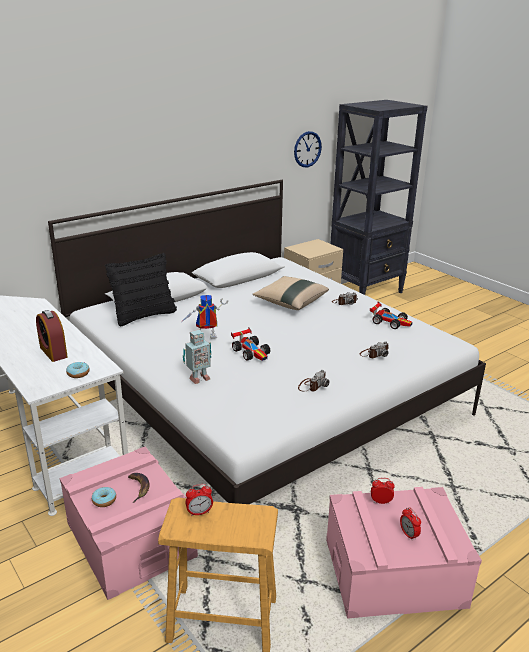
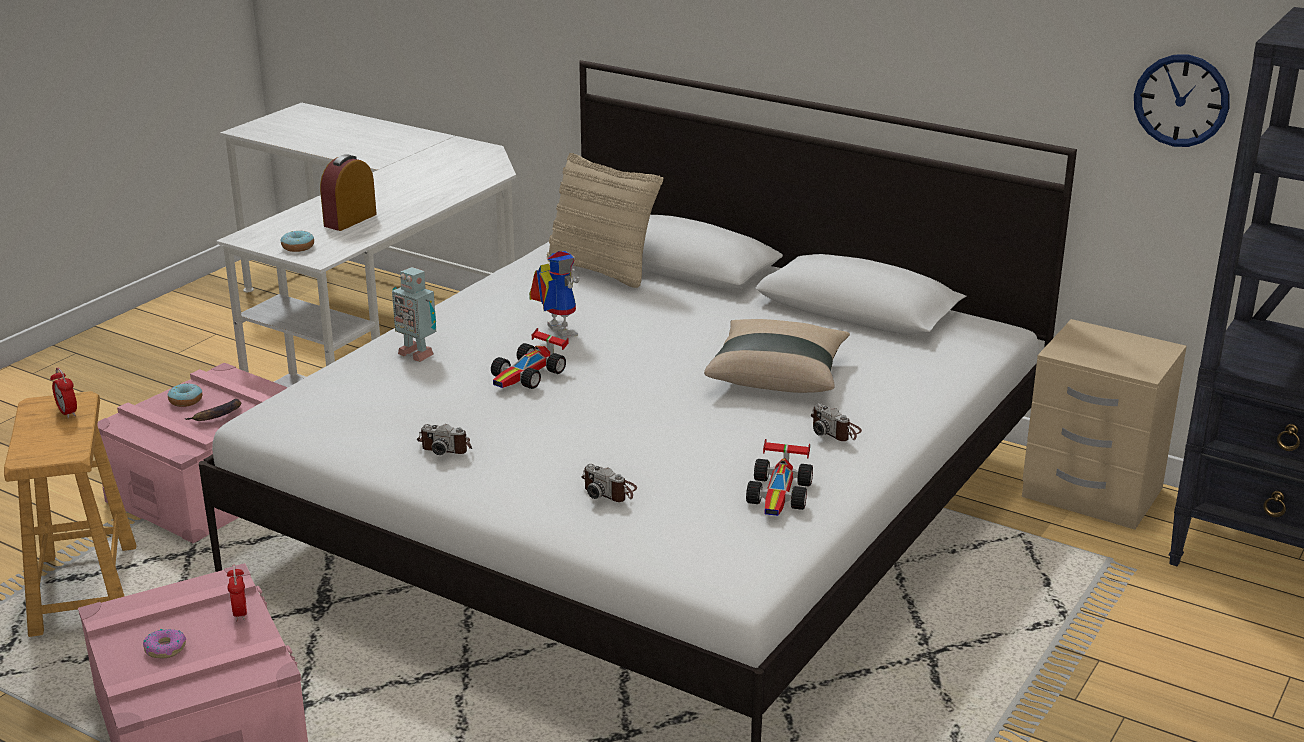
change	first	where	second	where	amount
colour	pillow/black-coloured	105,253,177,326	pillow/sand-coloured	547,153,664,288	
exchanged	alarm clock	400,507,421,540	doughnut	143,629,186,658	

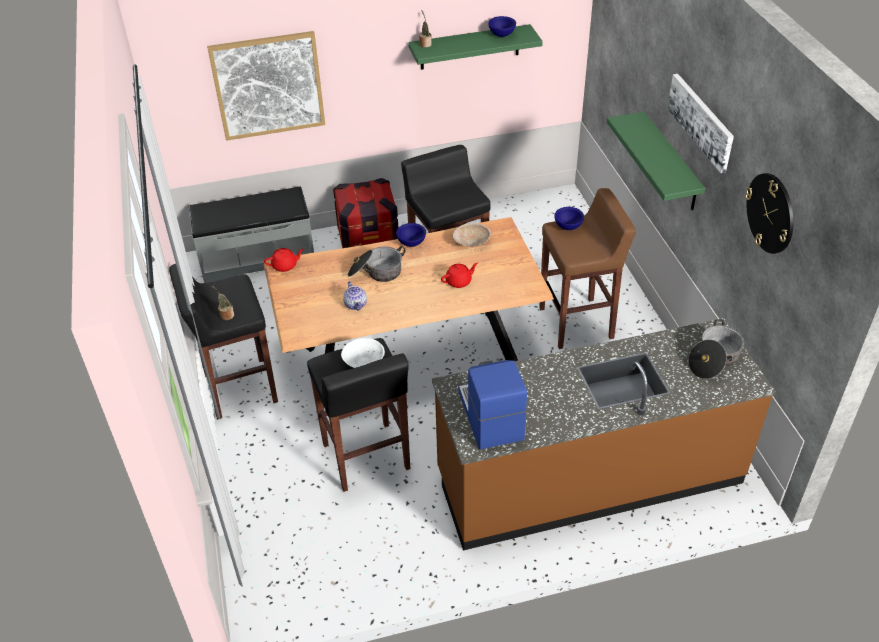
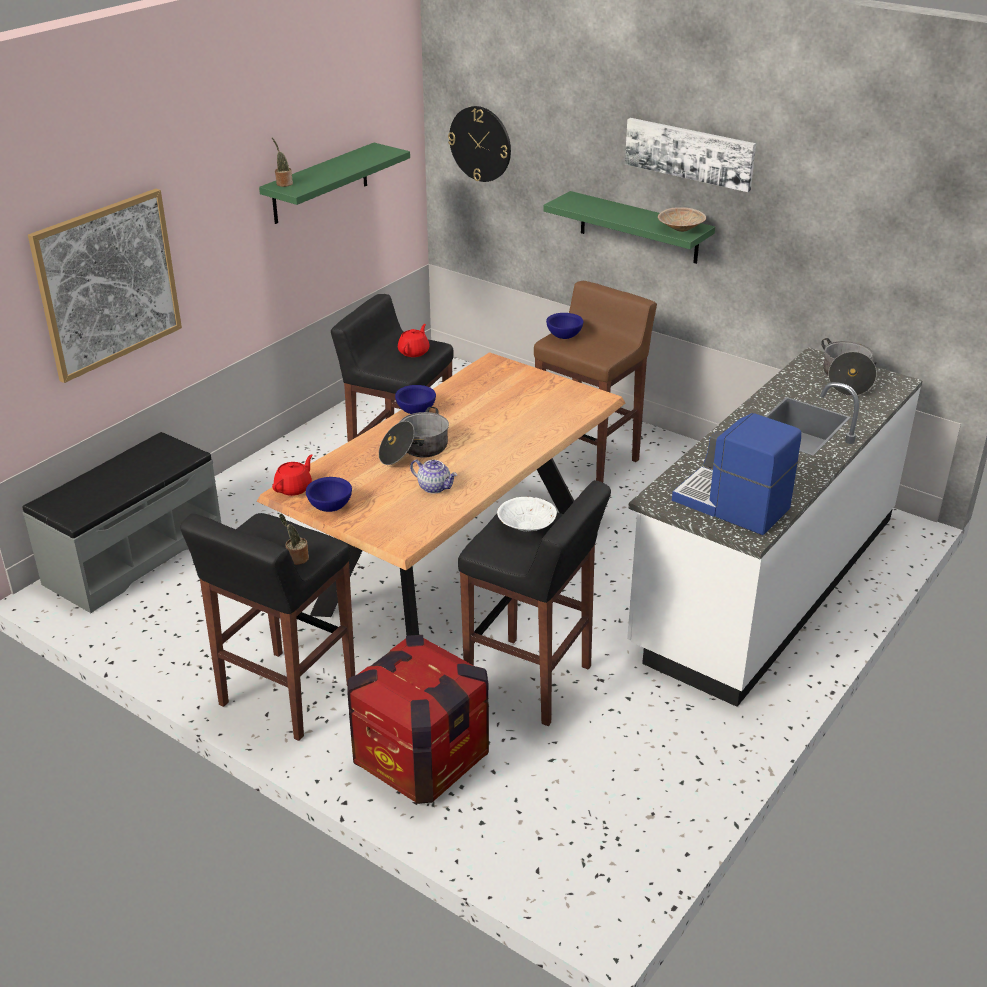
change	first	where	second	where	amount
relocated	crate	333,178,398,248		347,635,489,804	
colour	counter/brown-coloured	432,318,775,550	counter/white	627,347,923,707	
relocated	pot for tea/red	441,262,478,288		398,324,430,357	
relocated	deep dish/sand-coloured	453,223,491,247		658,207,706,232	
relocated	deep dish/bluish	488,16,516,37		306,477,352,512	
relocated	clock on the wall	745,173,794,254		448,106,511,182	

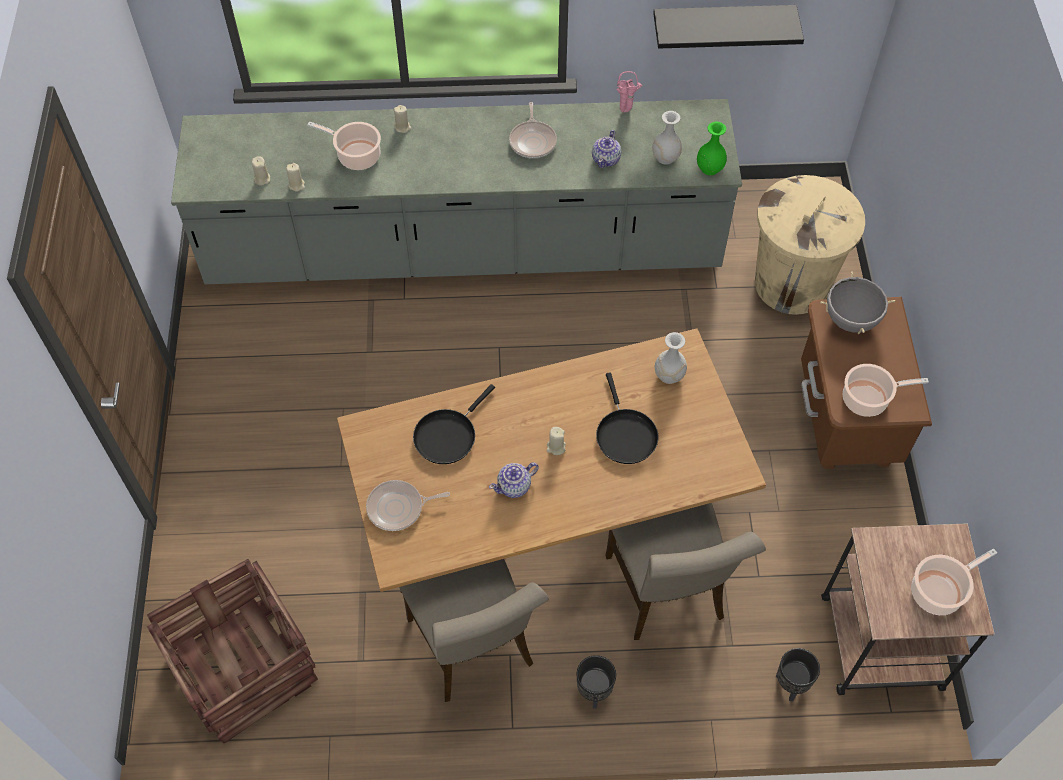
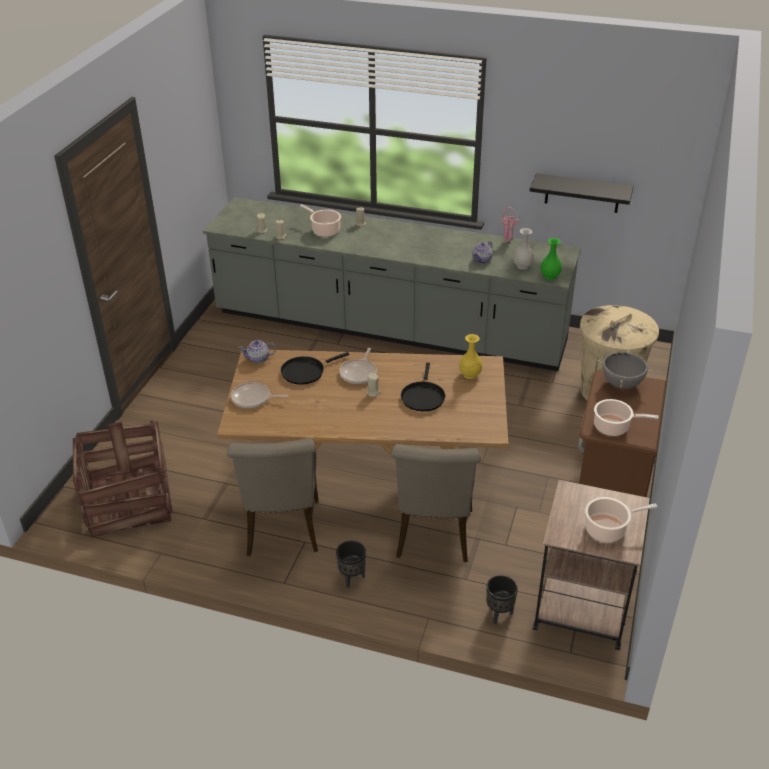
change	first	where	second	where	amount
relocated	pot for tea	489,462,539,498		238,340,276,363	
relocated	frying pan	509,102,557,158		339,348,377,384	
colour	decorative vase/white	654,332,687,384	decorative vase/yellow	459,334,482,379	

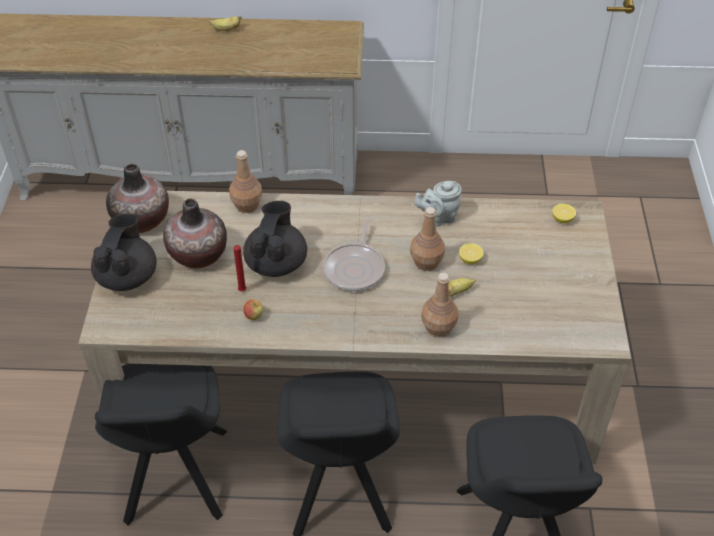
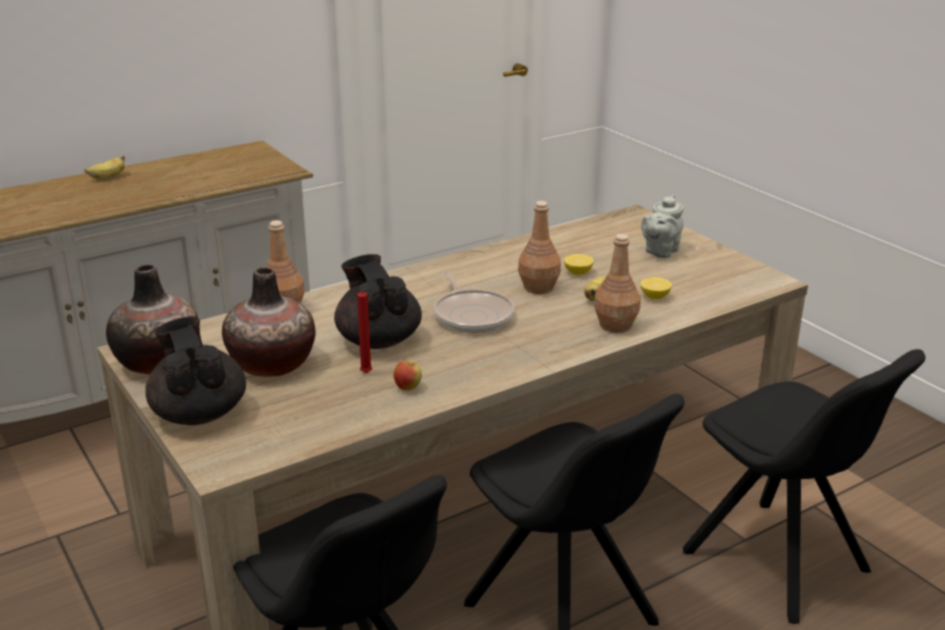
change	first	where	second	where	amount
relocated	pot for tea/greyish	414,181,462,227		641,195,684,258	
relocated	whole lemon	552,204,576,223		640,277,672,299	

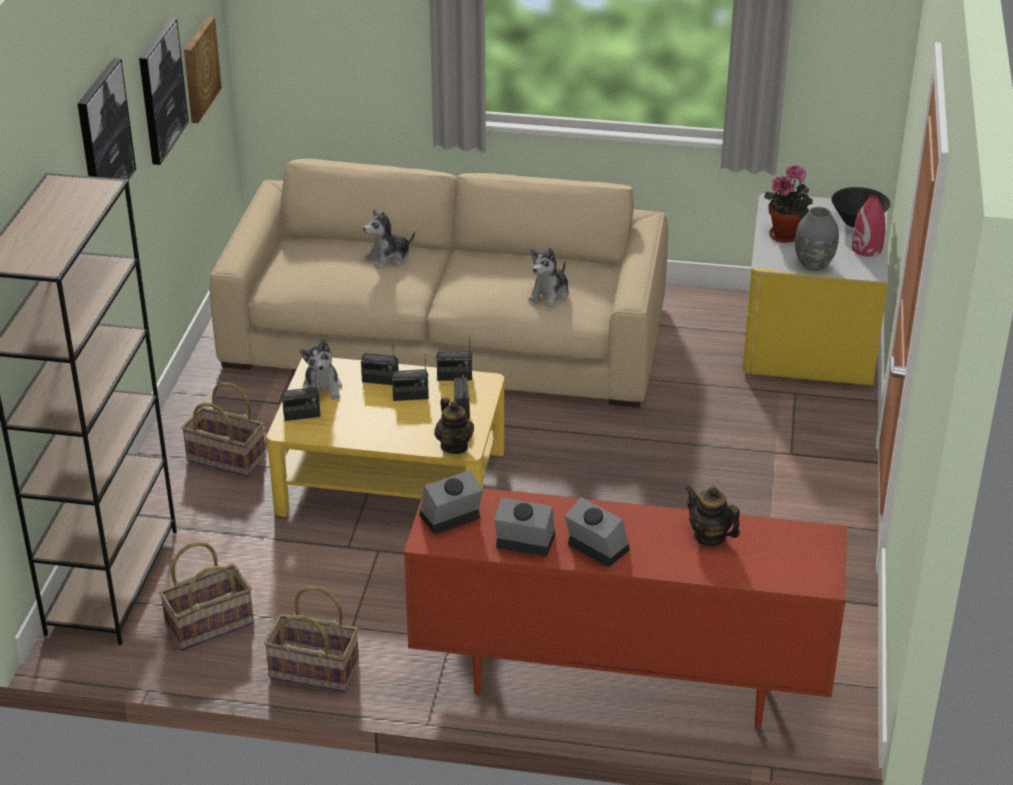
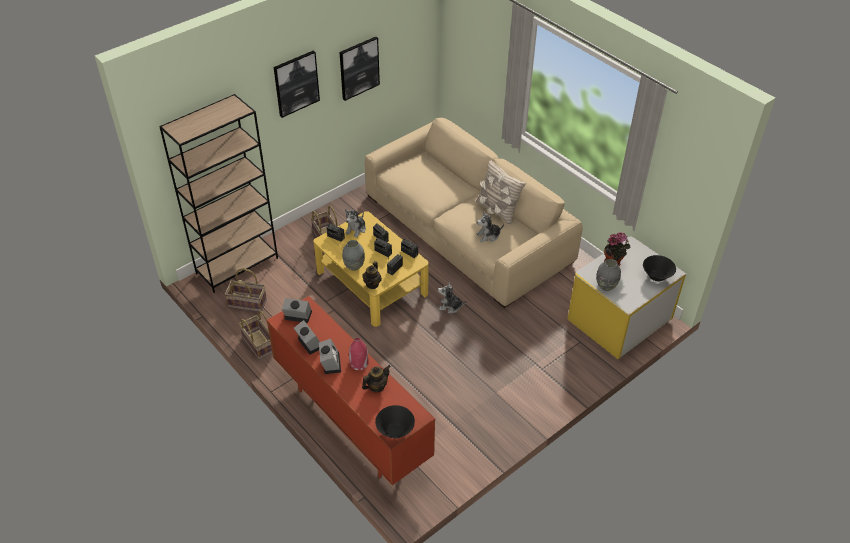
change	first	where	second	where	amount
missing	picture	184,16,222,123			
relocated	soft toy	363,209,415,269		438,281,467,313	
spun	pot for tea	685,486,740,547		362,365,391,392	60 degrees clockwise
relocated	decorative vase/red	852,195,885,257		349,338,369,370	
appeared			decorative vase/greyish	342,240,365,271	
appeared			deep dish/black-coloured	375,405,415,438	
appeared			pillow/sand-coloured	476,160,526,225	

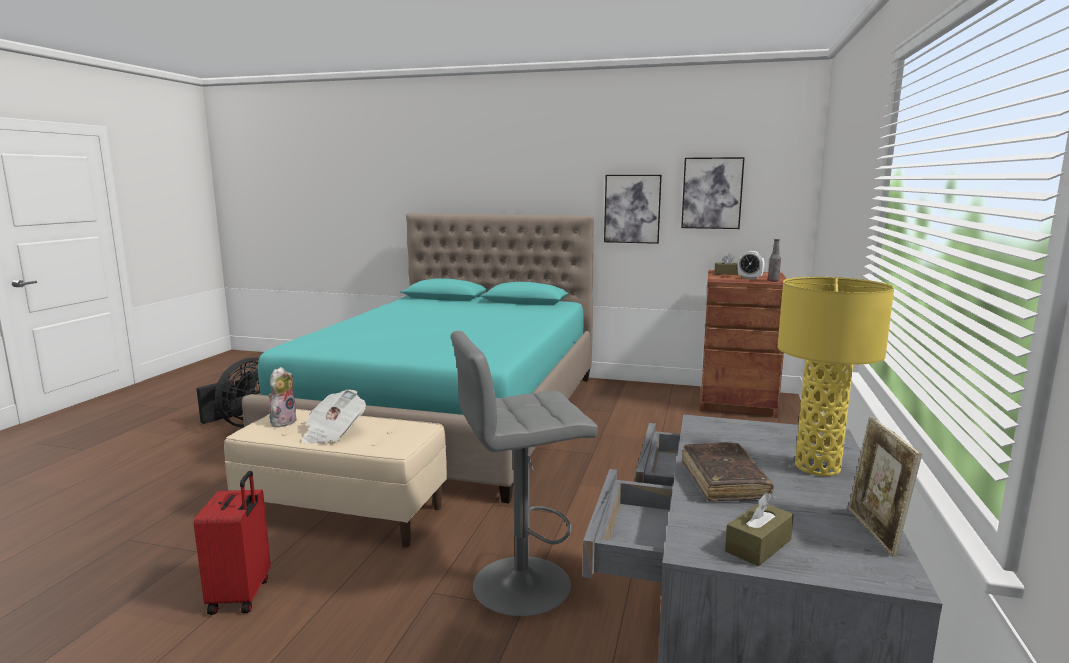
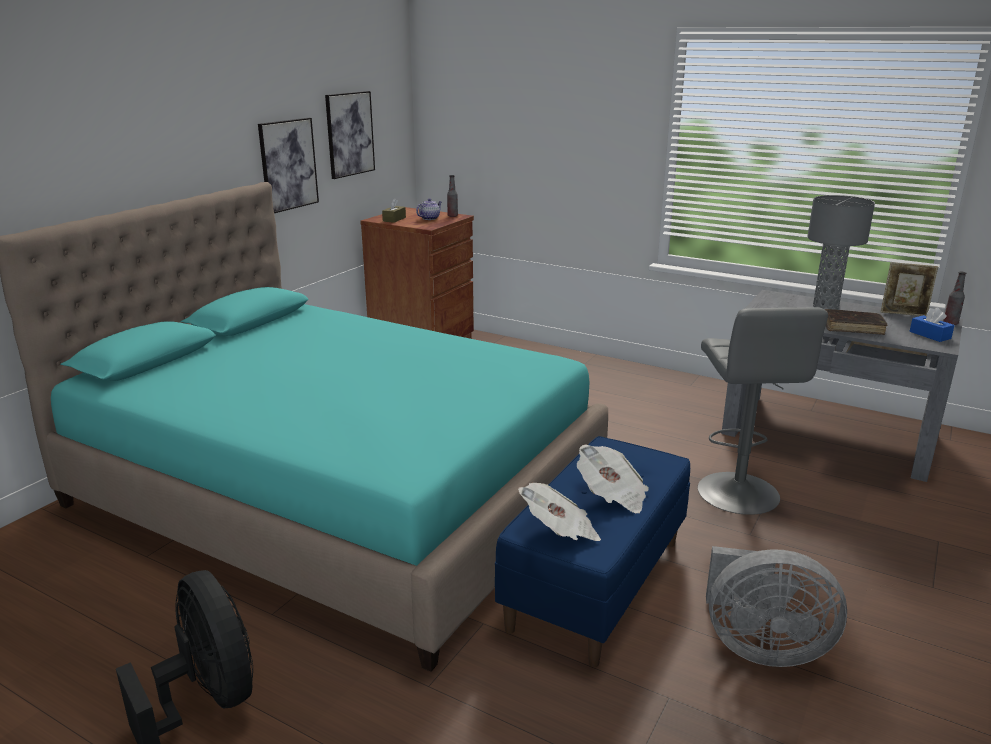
change	first	where	second	where	amount
exchanged	travel case/red	194,471,271,615	electric fan/greyish	706,546,847,667	
colour	long seat/sand-coloured	224,409,447,547	long seat/bluish	495,436,690,667	
exchanged	soft toy	268,367,297,427	printed paper	518,483,601,541	
colour	tissue holder/brown-coloured	725,493,794,566	tissue holder/bluish	910,307,955,342	
exchanged	alarm clock	738,251,765,279	pot for tea	416,198,442,220	
colour	lamp for a table/yellow	778,277,894,476	lamp for a table/greyish	808,195,875,310	
appeared			bottle	943,272,966,325	

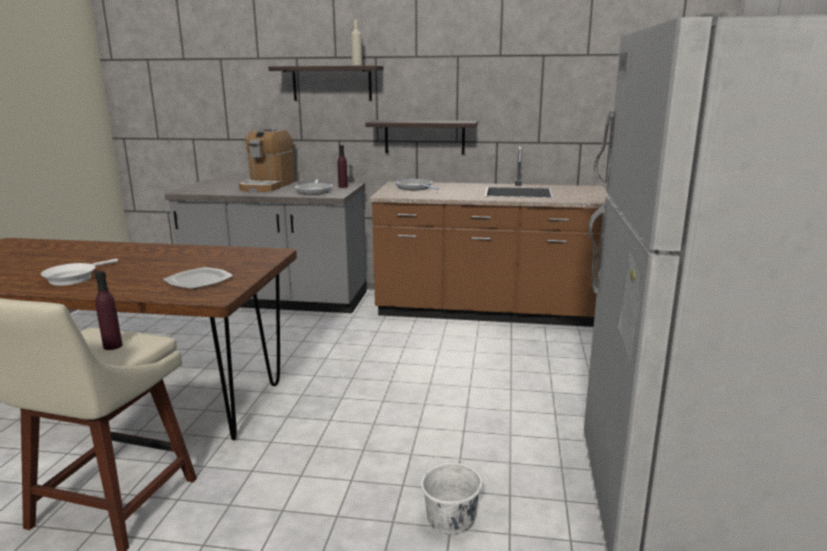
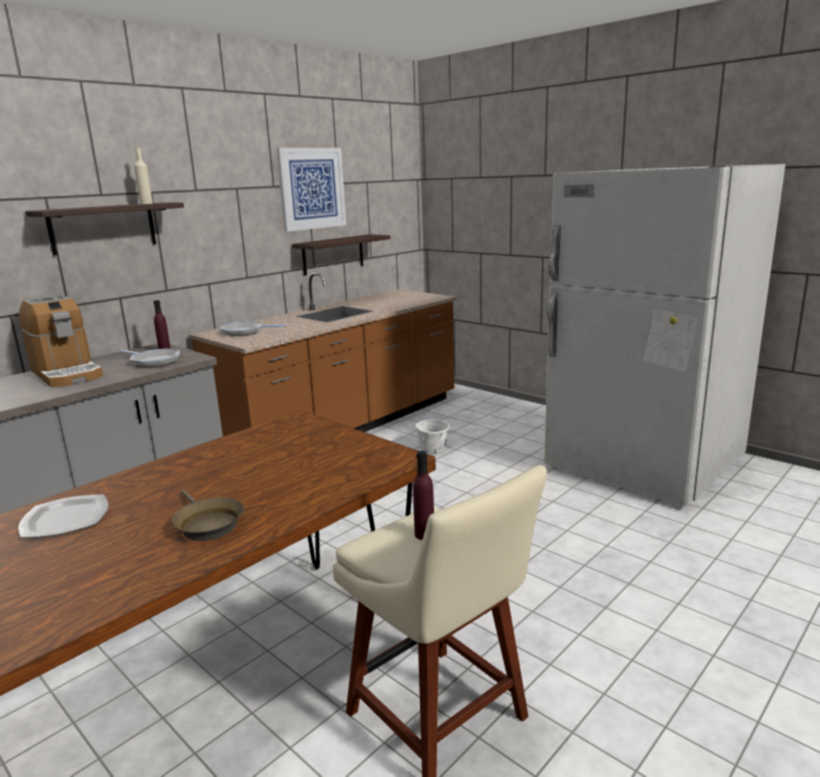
change	first	where	second	where	amount
colour	frying pan/white	41,259,118,286	frying pan/brown-coloured	172,489,244,541	
relocated	dinner plate	164,267,233,289		18,494,109,538	
relocated	shelf	366,120,478,154		292,234,390,276	
relocated	bucket/white	421,454,482,534		416,408,450,453	
appeared			picture	277,148,346,232	

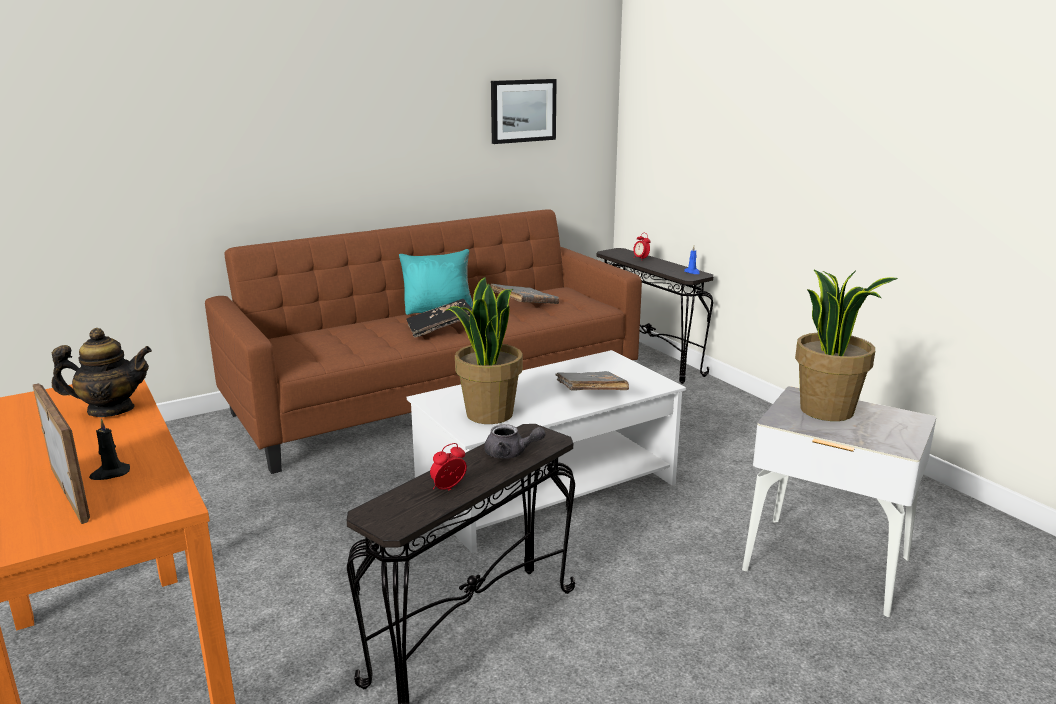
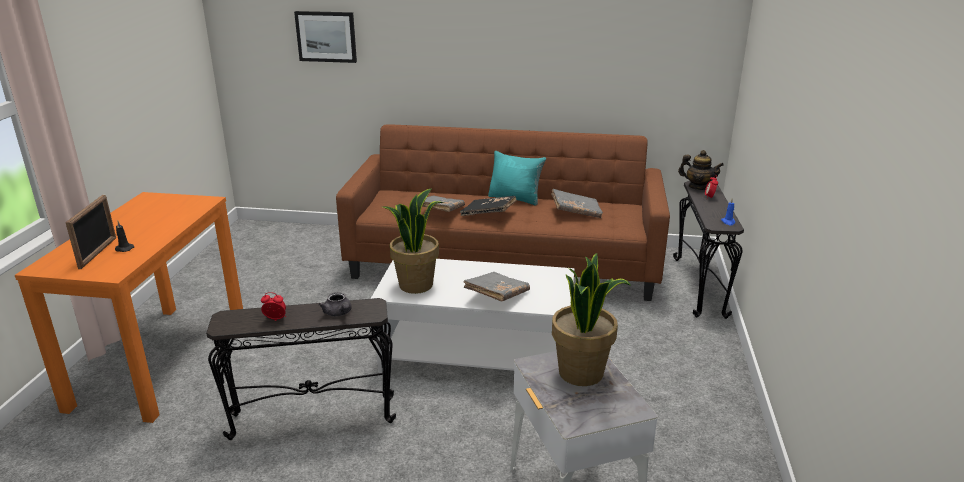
change	first	where	second	where	amount
relocated	pot for tea	52,328,152,417		678,150,724,190	
relocated	picture	491,79,557,144		294,11,357,63	
appeared			bound book/greyish	422,195,465,212	

